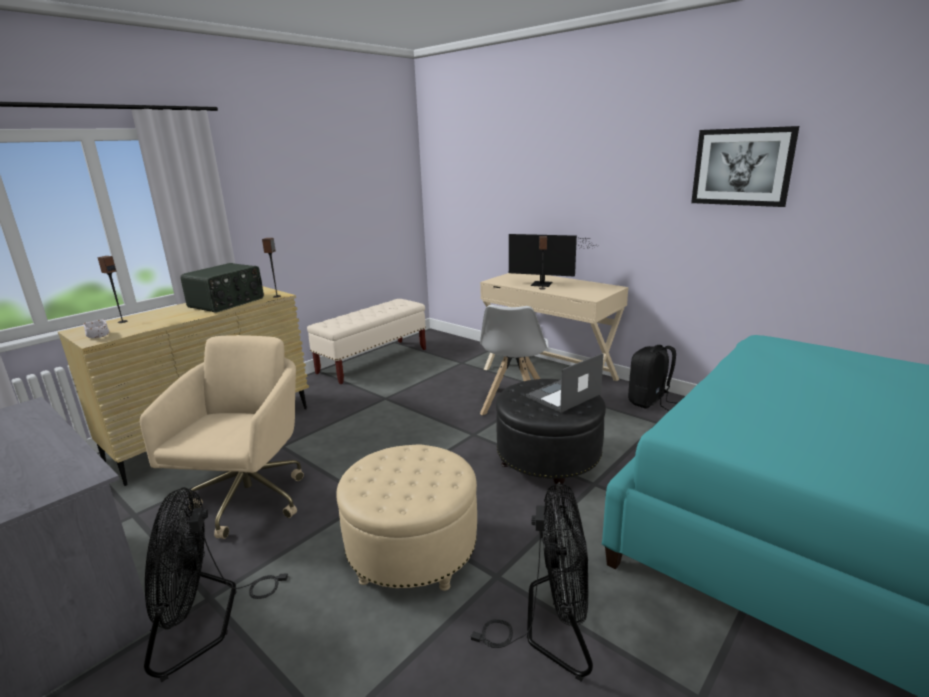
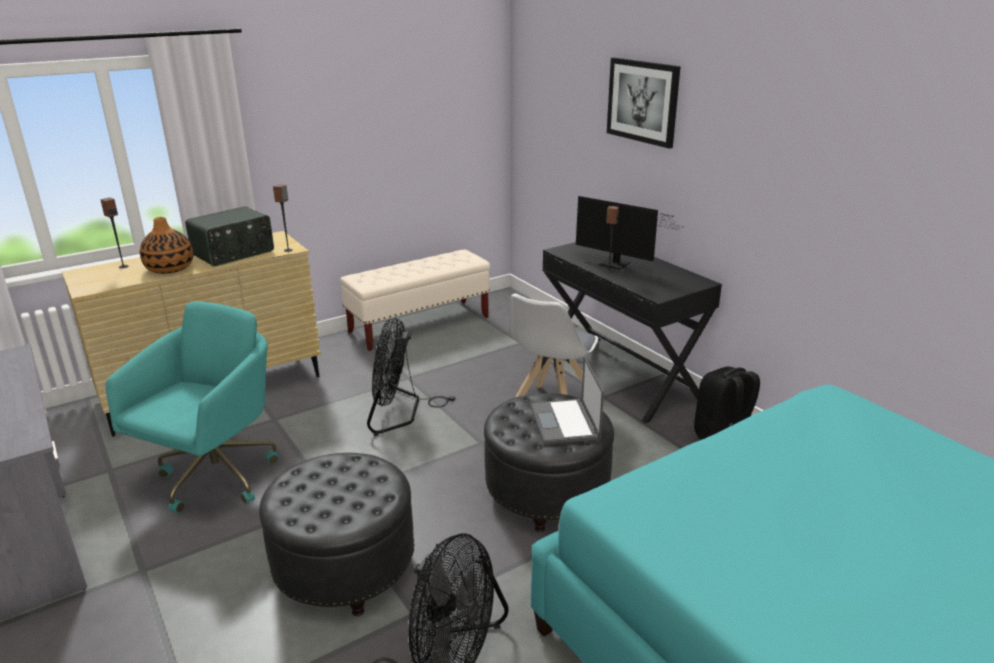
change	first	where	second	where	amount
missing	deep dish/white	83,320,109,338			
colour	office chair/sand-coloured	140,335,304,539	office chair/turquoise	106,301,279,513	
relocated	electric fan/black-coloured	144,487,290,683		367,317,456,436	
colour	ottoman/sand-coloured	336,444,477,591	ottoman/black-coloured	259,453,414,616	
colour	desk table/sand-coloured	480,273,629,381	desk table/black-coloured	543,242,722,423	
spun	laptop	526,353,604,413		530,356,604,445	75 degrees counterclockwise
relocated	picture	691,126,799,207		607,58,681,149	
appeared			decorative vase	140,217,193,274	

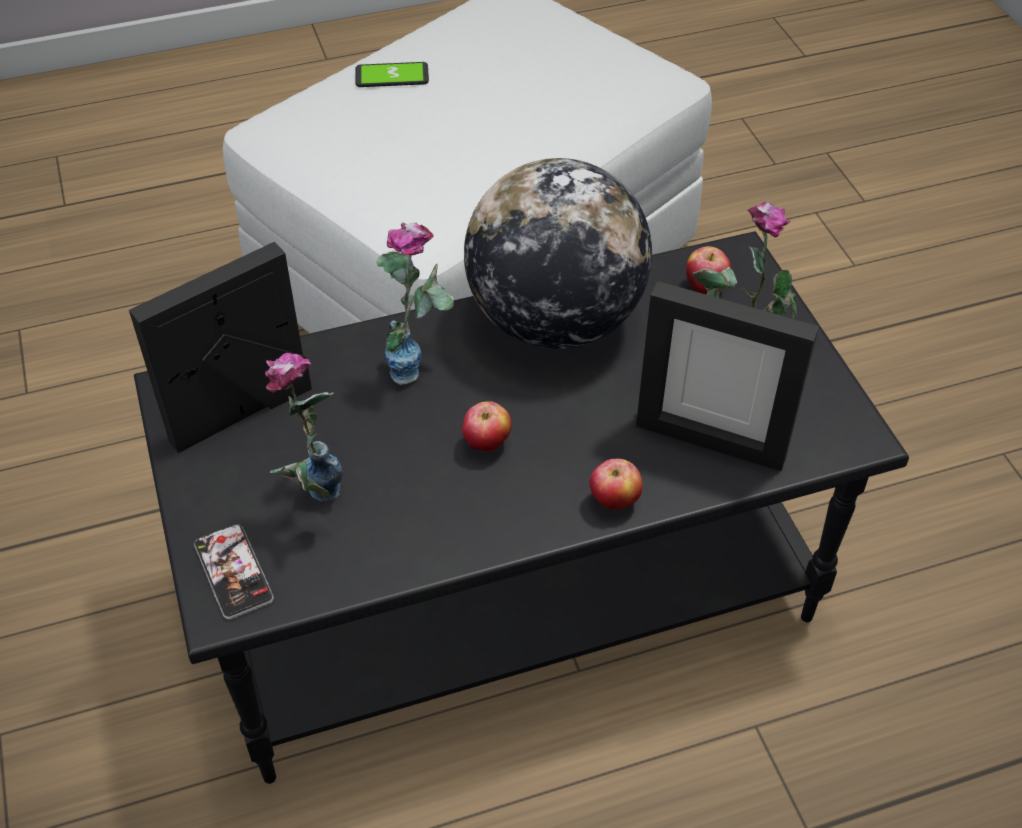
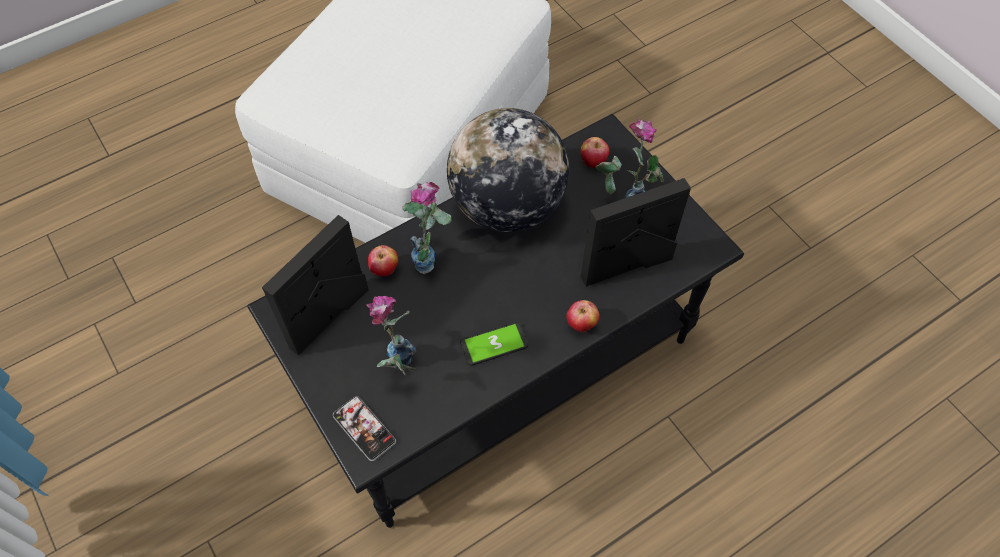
change	first	where	second	where	amount
relocated	phone	355,62,429,87		460,322,528,366	
relocated	apple fruit	462,401,512,452		368,245,398,276	
spun	picture frame	636,281,819,471		581,178,691,287	150 degrees clockwise

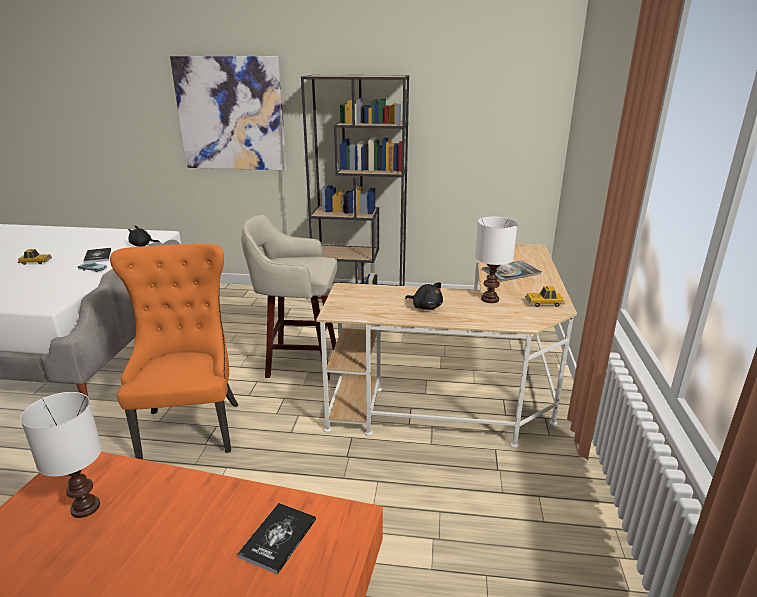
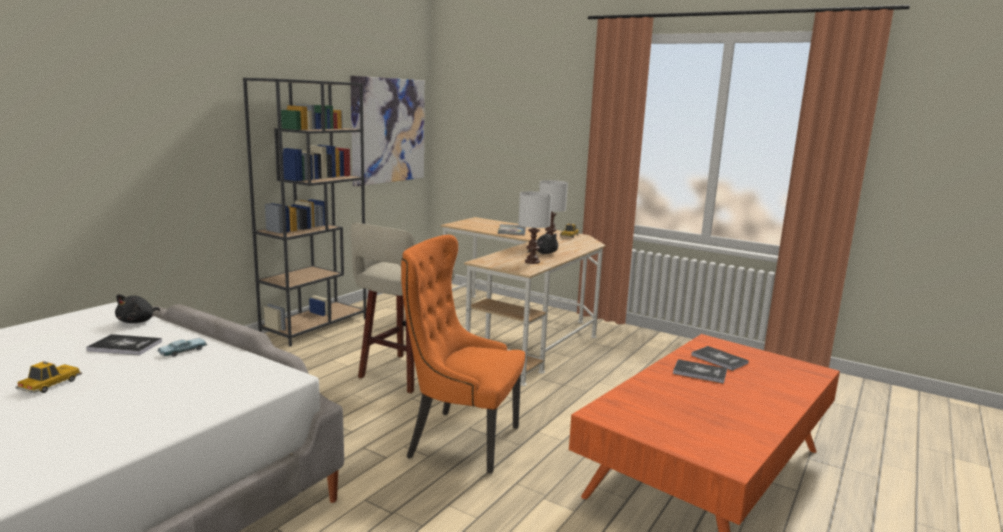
change	first	where	second	where	amount
relocated	lamp for a table/white	20,392,102,518		518,191,552,264	
relocated	picture	170,56,287,170		350,76,425,187	
appeared			bound book	673,359,727,384	

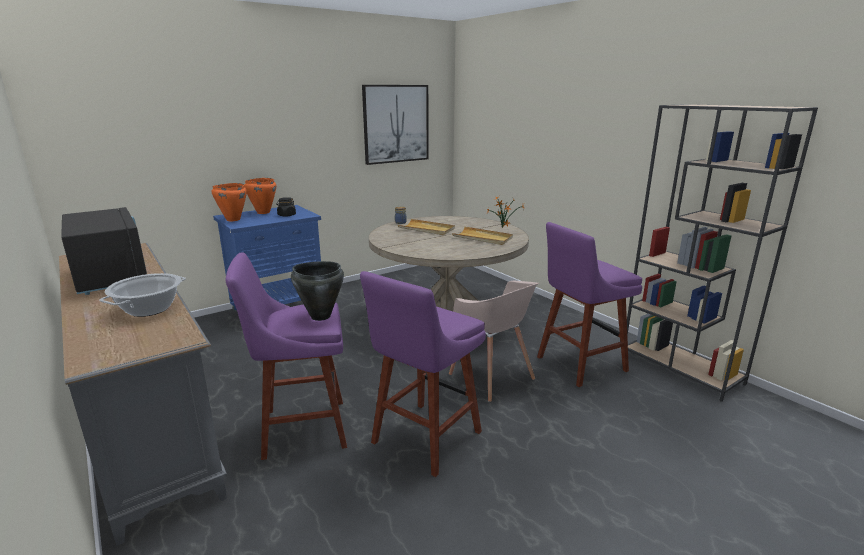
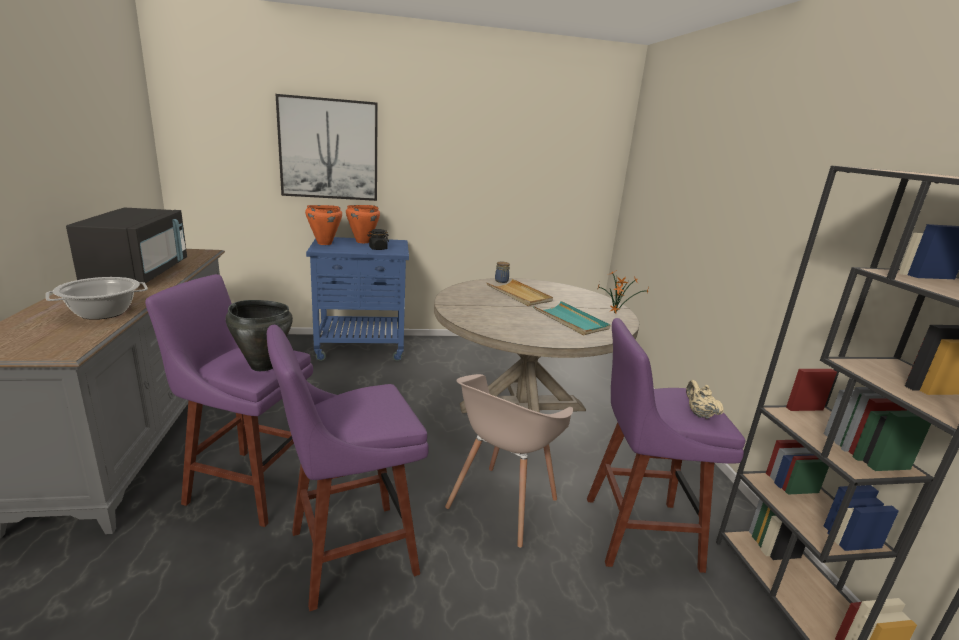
change	first	where	second	where	amount
relocated	picture	362,85,429,165		275,94,378,201	
spun	plain chair/sand-coloured	449,281,539,402		445,374,573,548	45 degrees clockwise
colour	tray/sand-coloured	452,227,513,245	tray/turquoise	533,301,610,335	
appeared			pot for tea/sand-coloured	686,380,724,419	

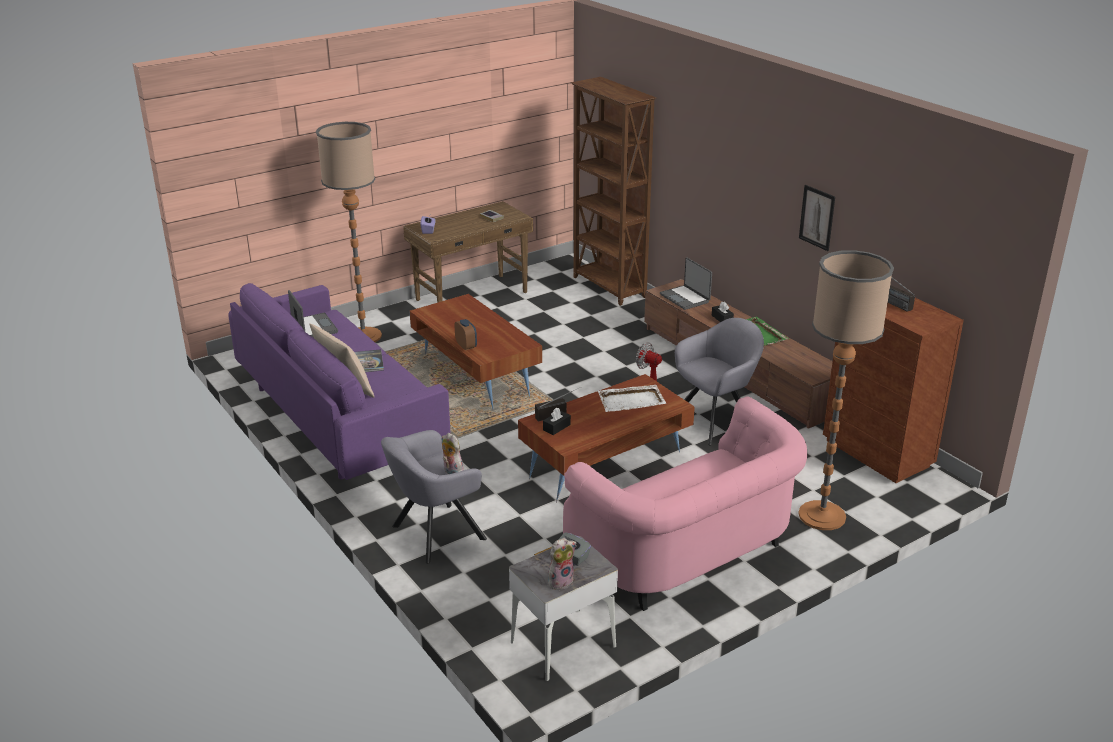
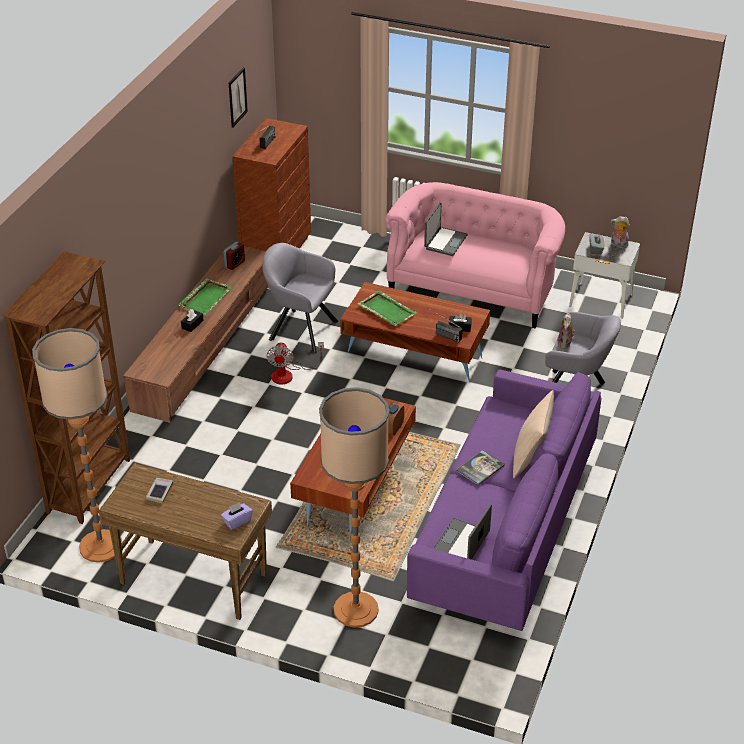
change	first	where	second	where	amount
colour	tray/white	598,385,666,412	tray/green	357,290,417,326	
relocated	laptop	660,257,712,310		424,202,468,256	
relocated	floor lamp	798,250,894,530		32,328,122,563	
relocated	picture	799,185,835,251		229,67,248,128	
appeared			alarm clock	224,242,245,270	

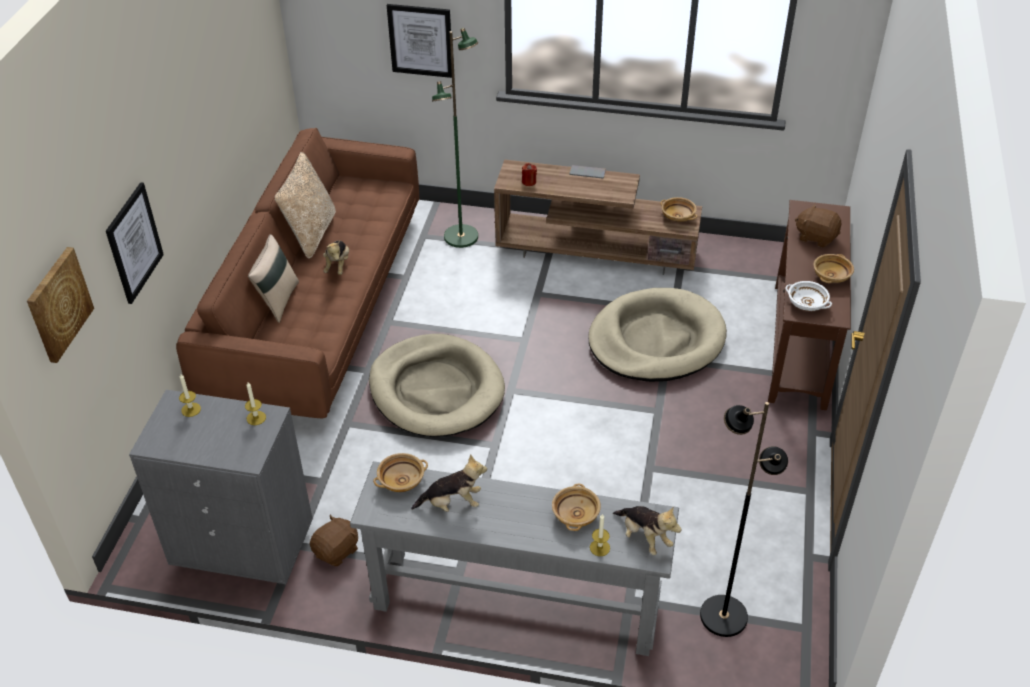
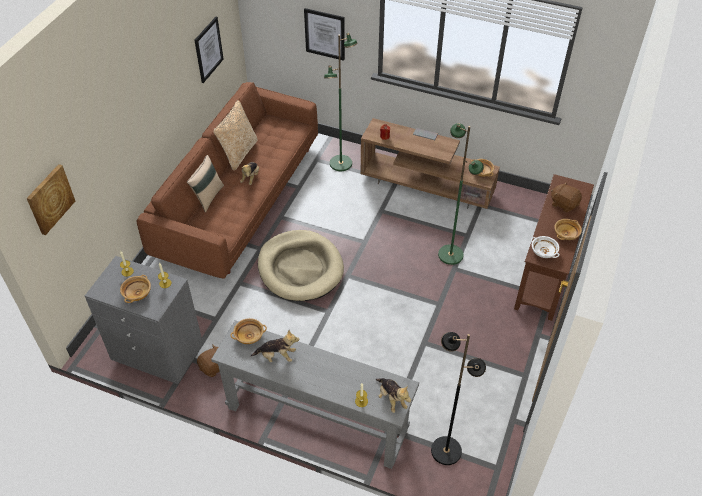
change	first	where	second	where	amount
relocated	picture	106,182,164,304		194,17,224,83	
relocated	deep dish/sand-coloured	552,484,601,531		120,275,151,303	
exchanged	dog cushion/sand-coloured	588,288,727,382	floor lamp/green	438,123,484,265	

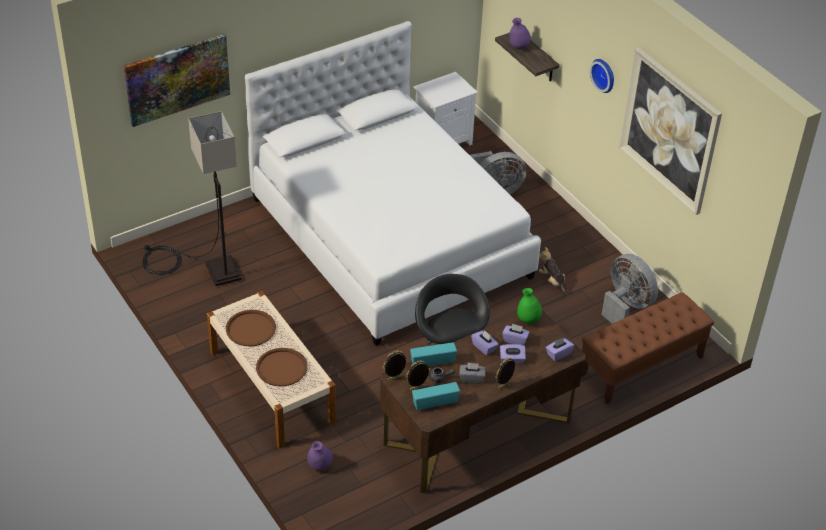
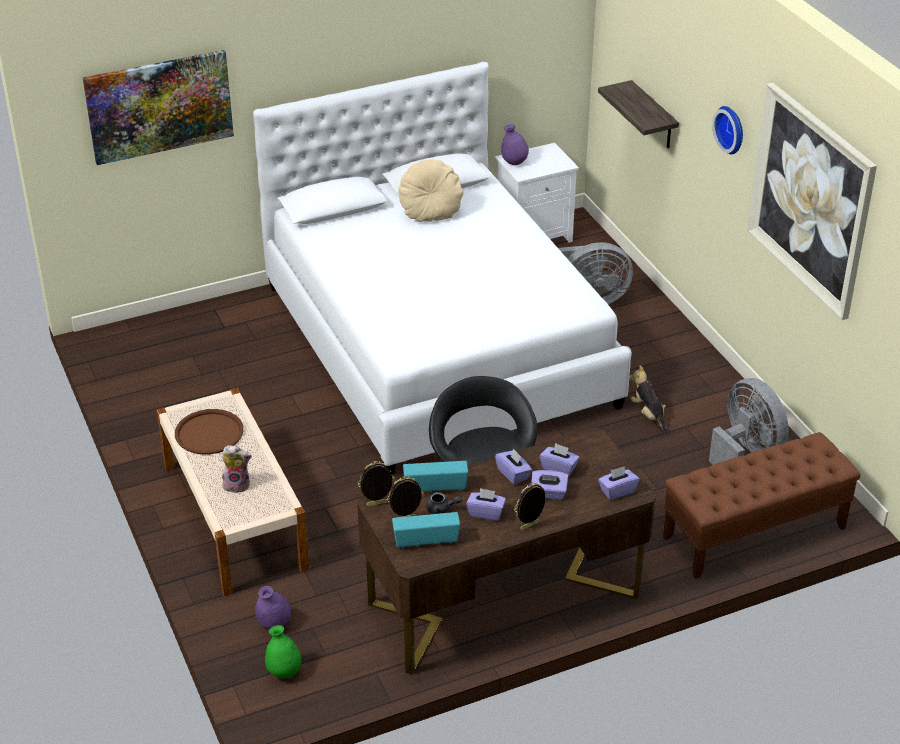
change	first	where	second	where	amount
missing	floor lamp	143,111,242,286			
exchanged	tray/brown-coloured	256,348,308,387	soft toy	221,445,252,493	
colour	tissue holder/greyish	459,363,485,384	tissue holder/purple-coloured	466,488,506,521	
relocated	decorative vase/purple-coloured	509,18,531,50		502,124,529,165	
relocated	decorative vase/green	517,288,542,324		265,625,301,679	
appeared			pillow/sand-coloured	398,159,464,222	

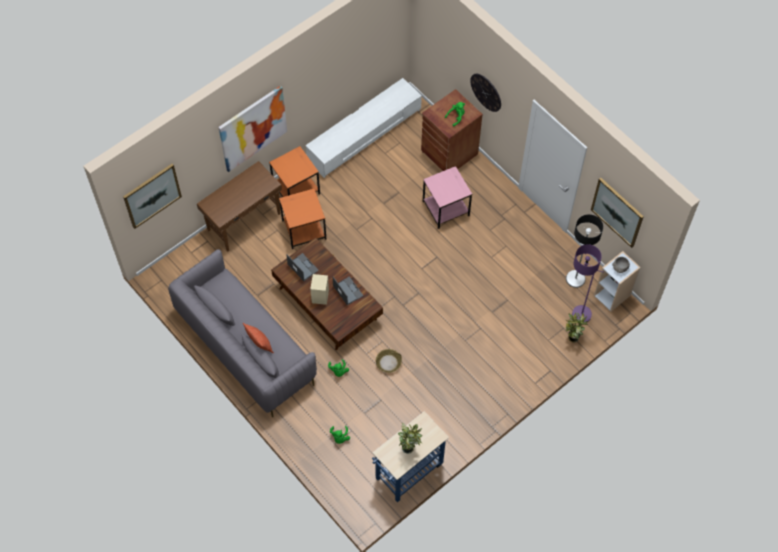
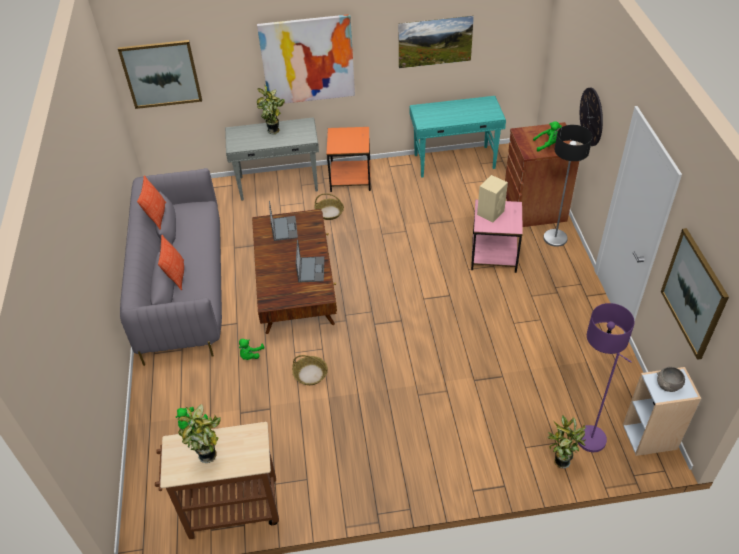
change	first	where	second	where	amount
colour	console table/brown-coloured	197,161,282,252	console table/greyish	225,117,319,201	
exchanged	end table/orangey	279,189,326,249	storage basket	315,193,344,220	
exchanged	tv unit/white	306,78,422,178	console table/turquoise	410,96,506,178	
relocated	audio speaker/sand-coloured	310,274,329,305		477,175,508,222	
colour	cart/bluish	372,412,449,502	cart/brown-coloured	155,422,279,539	
relocated	floor lamp	566,214,603,288		543,125,592,247	
appeared			pillow/orangey	137,175,166,229	
appeared			plant in a pot	257,84,285,134	
appeared			picture	398,16,474,68	

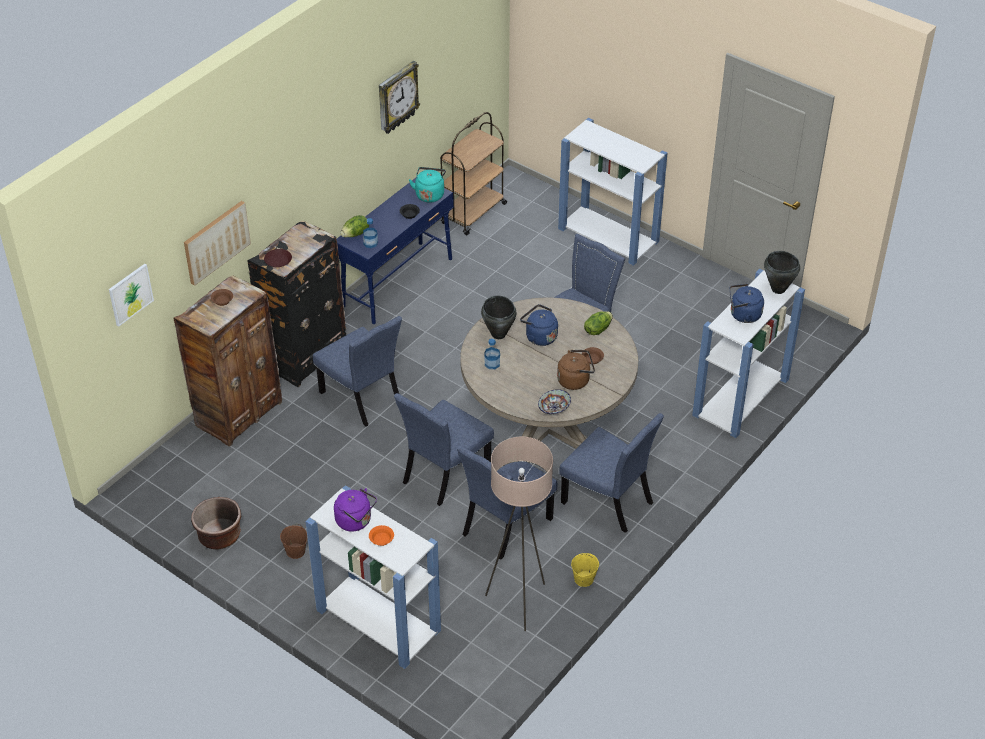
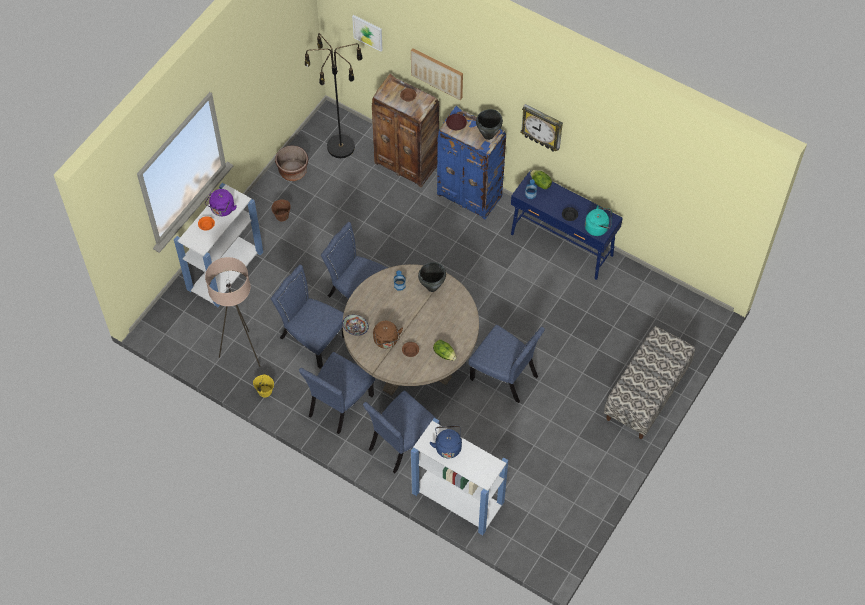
change	first	where	second	where	amount
colour	cupboard/black-coloured	247,221,346,387	cupboard/bluish	437,106,506,220	
relocated	plain chair/bluish	313,316,402,427		363,390,440,473	
relocated	clock on the wall	379,61,420,134		520,104,563,152	
missing	cart/brown-coloured	440,112,507,235			
missing	kettle/bluish	520,304,558,346			
exchanged	shelving unit/white	558,118,667,266	long seat	604,326,695,439	
relocated	cooking pot/black-coloured	764,251,800,294		476,109,503,140	
appeared			floor lamp	305,33,363,158	

